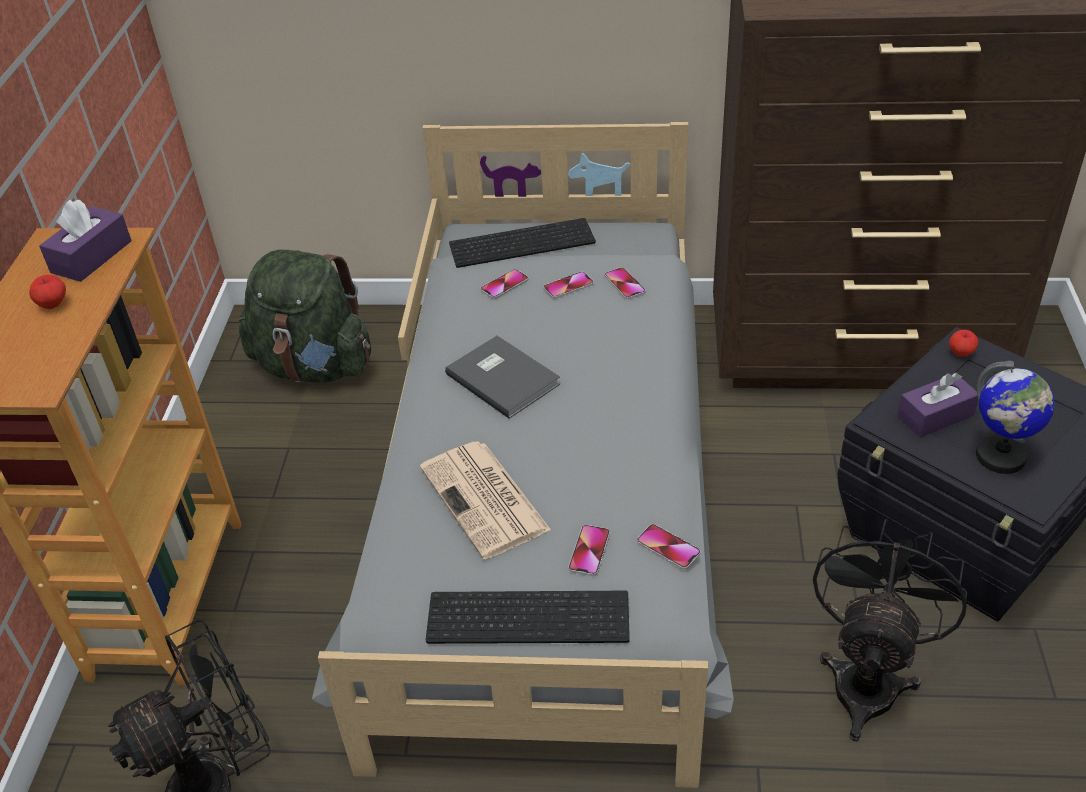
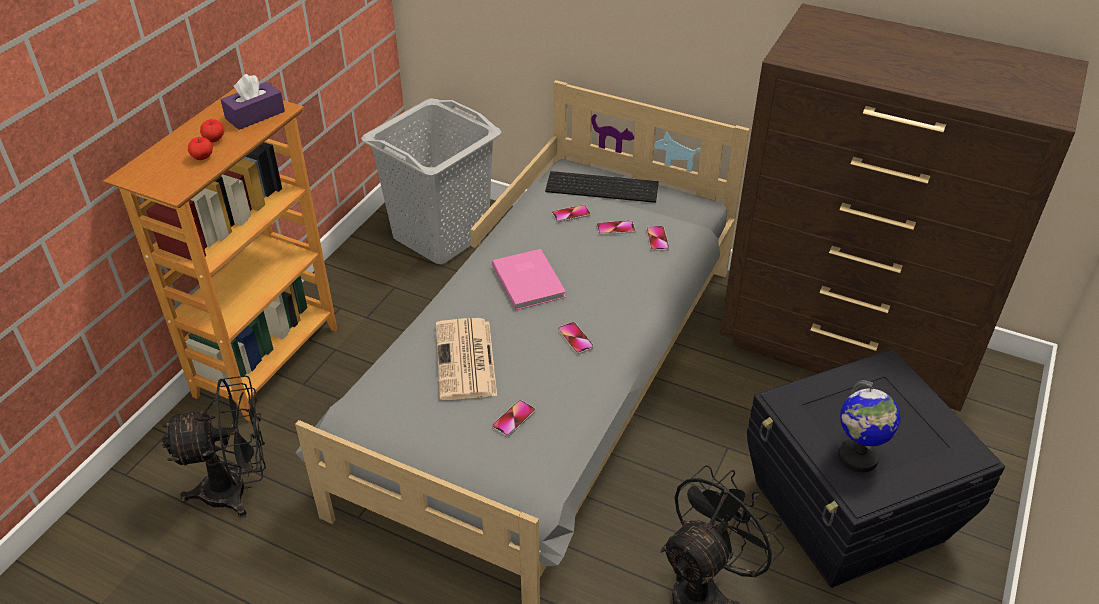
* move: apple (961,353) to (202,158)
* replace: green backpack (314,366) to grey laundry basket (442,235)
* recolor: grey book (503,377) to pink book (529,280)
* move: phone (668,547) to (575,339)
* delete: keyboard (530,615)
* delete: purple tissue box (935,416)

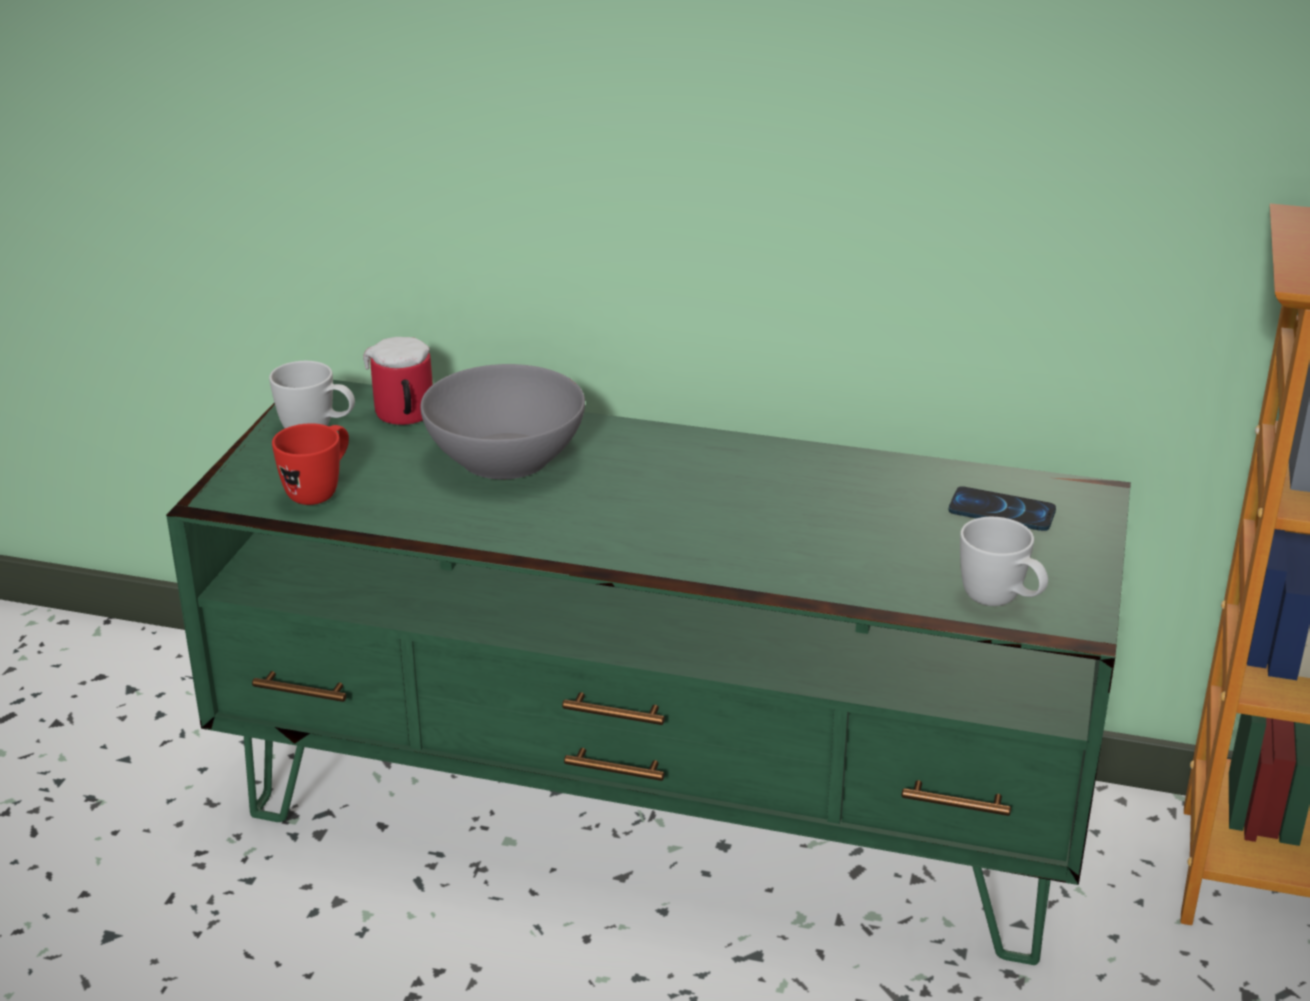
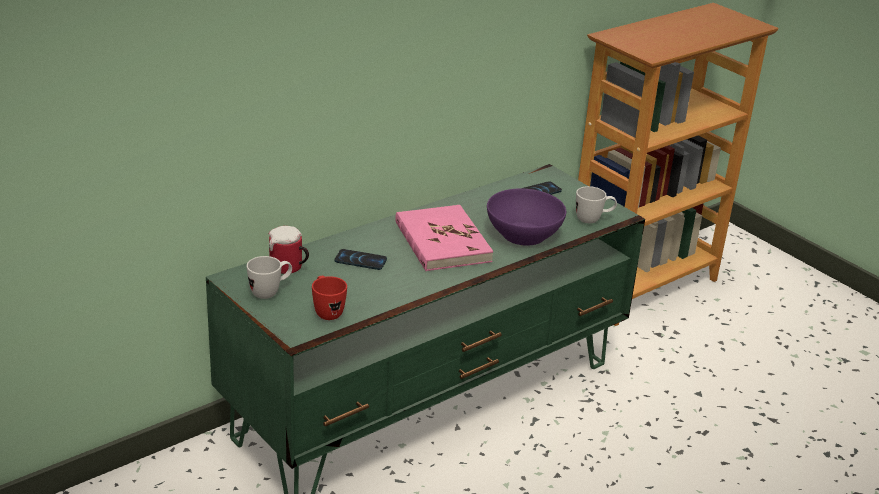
* replace: grey bowl (506,456) to phone (360,260)
* insert: pink book (442,242)
* insert: purple bowl (523,234)

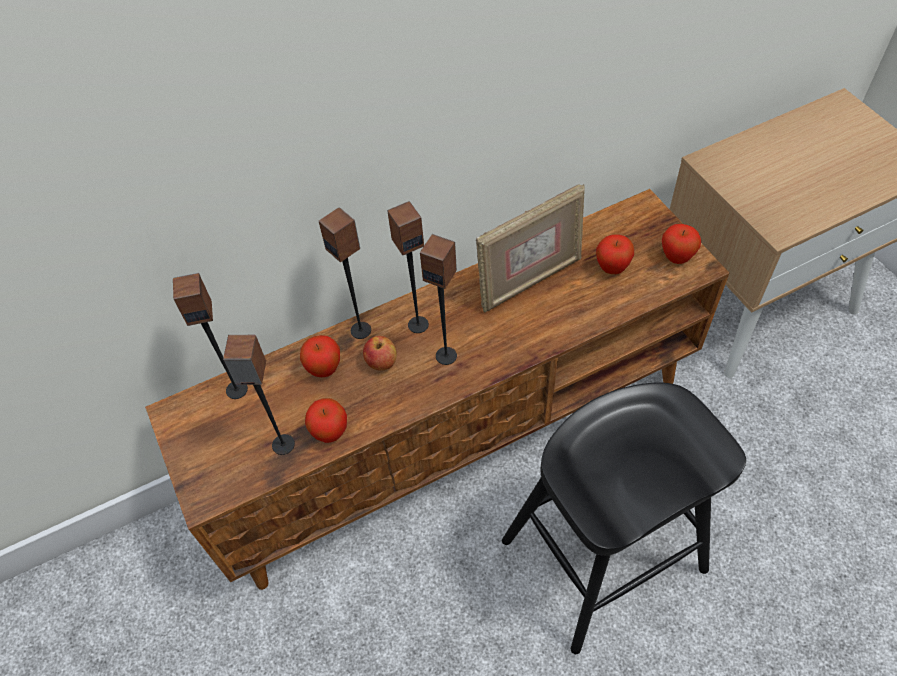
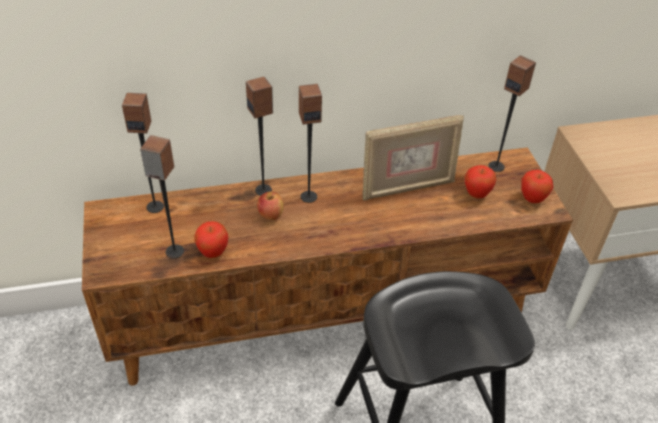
* move: speaker (446,355) to (496,166)
* delete: apple (324,369)

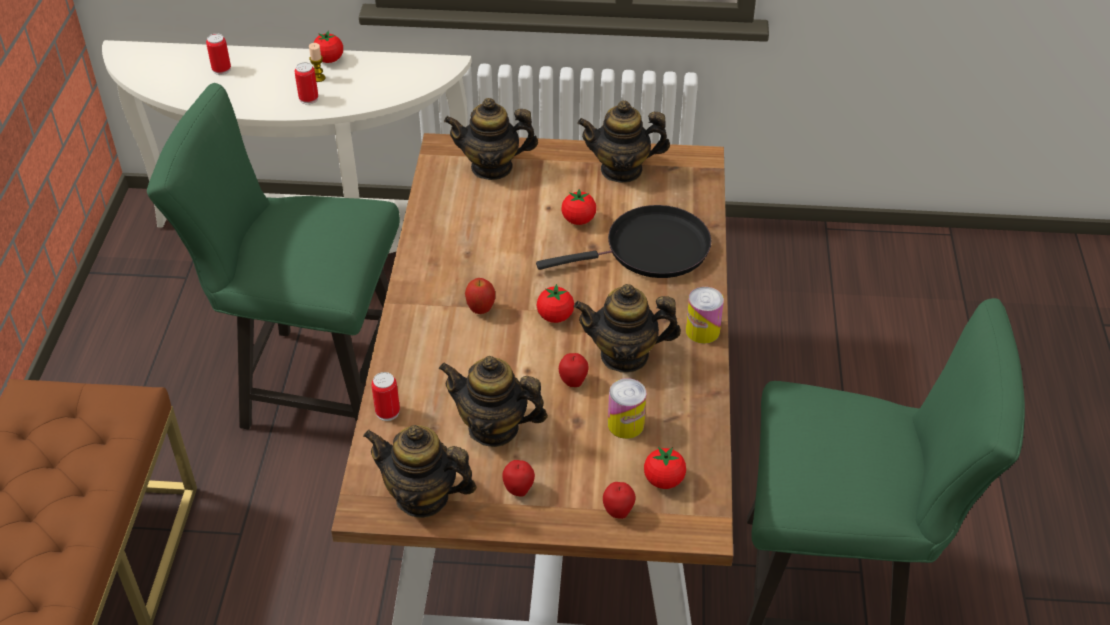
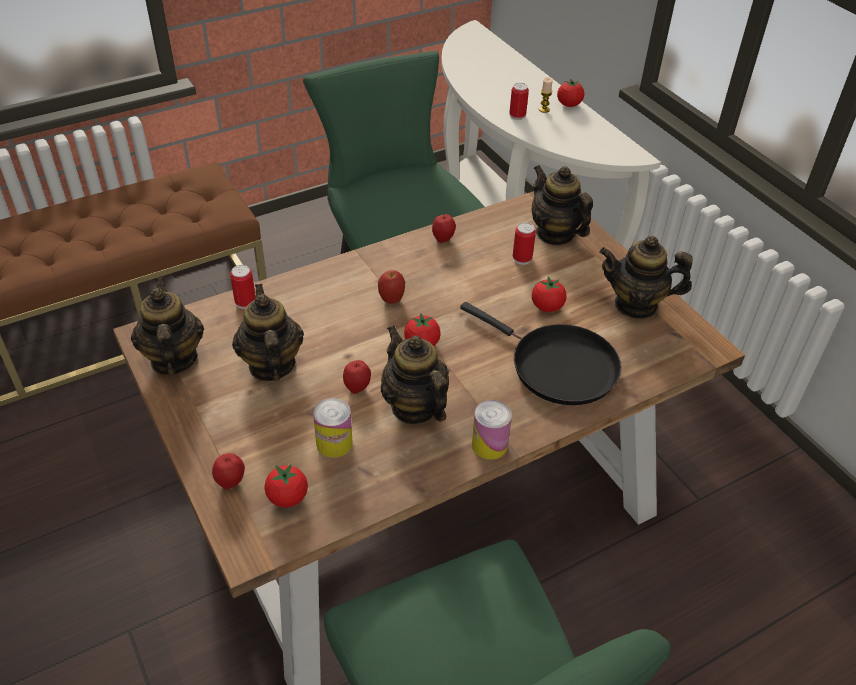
* move: apple (518,489) to (443,239)
* move: can (221,69) to (522,258)
* rotate: teapot (621,170) = (636,304) 45 degrees counterclockwise

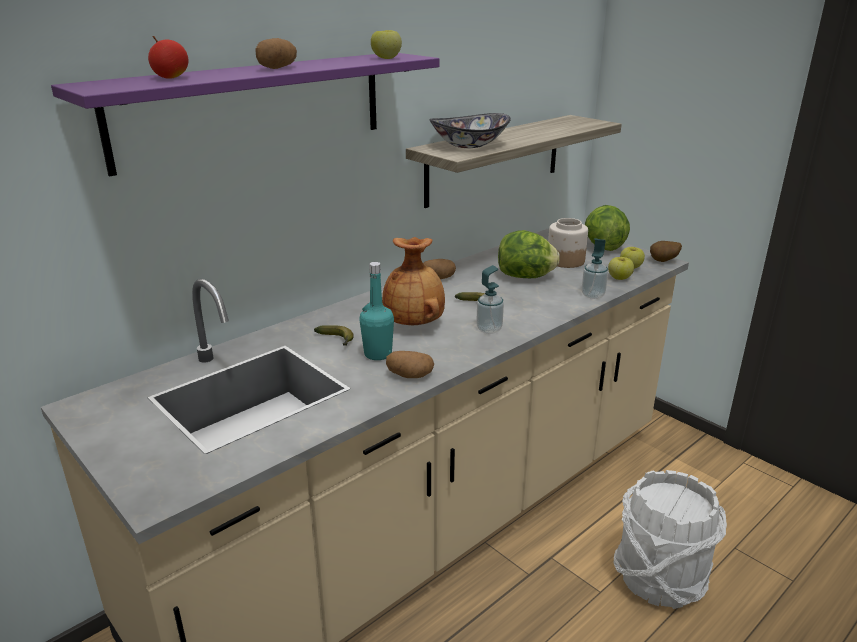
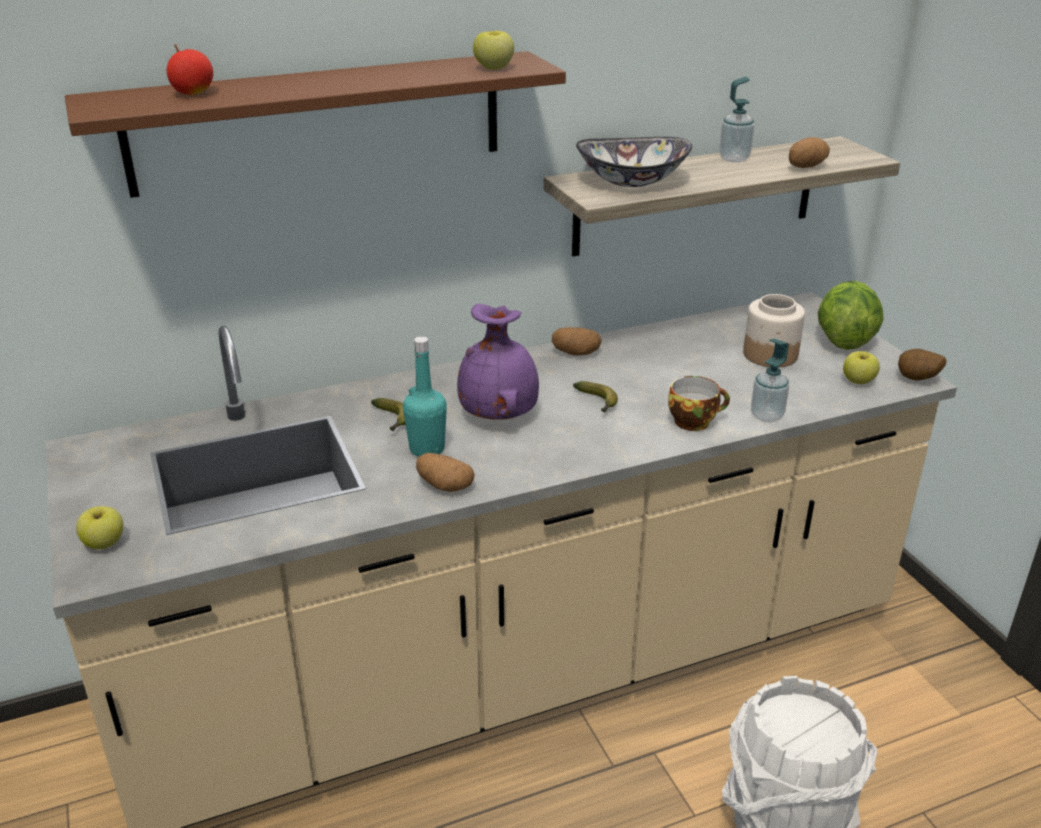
* recolor: purple shelf (254,108) to brown shelf (318,122)
* move: apple (619,278) to (104,543)
* recolor: brown vase (414,323) to purple vase (500,415)
* insert: cup (694,421)
* move: soap dispenser (489,329) to (734,158)
* move: potato (277,68) to (805,166)
* delete: lettuce (525,277)

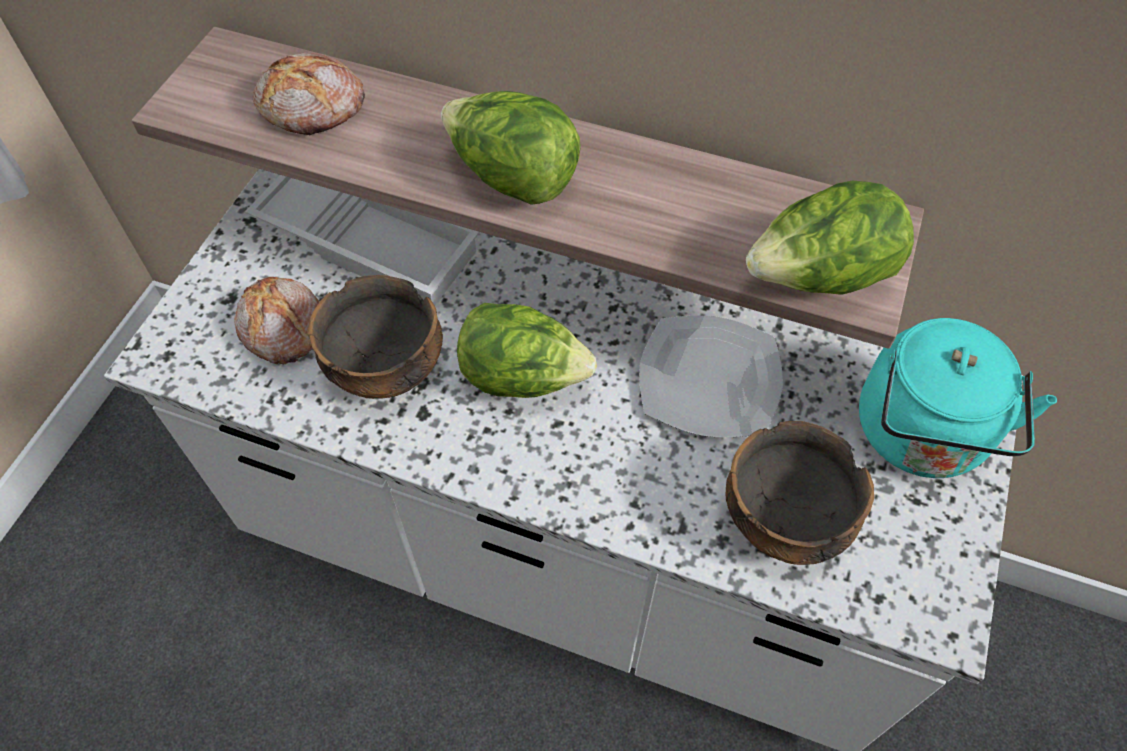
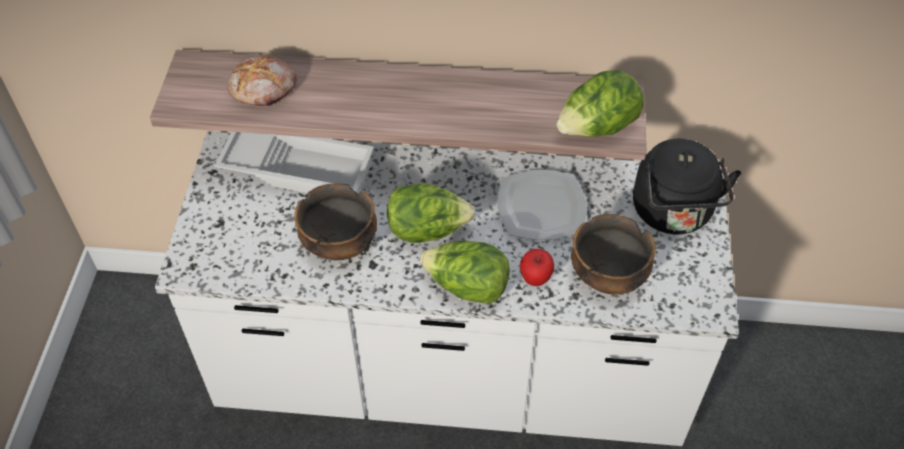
* move: lettuce (512,179) to (467,287)
* insert: apple (535,279)
* recolor: turquoise kettle (922,438) to black kettle (673,214)
* delete: bread (282,329)

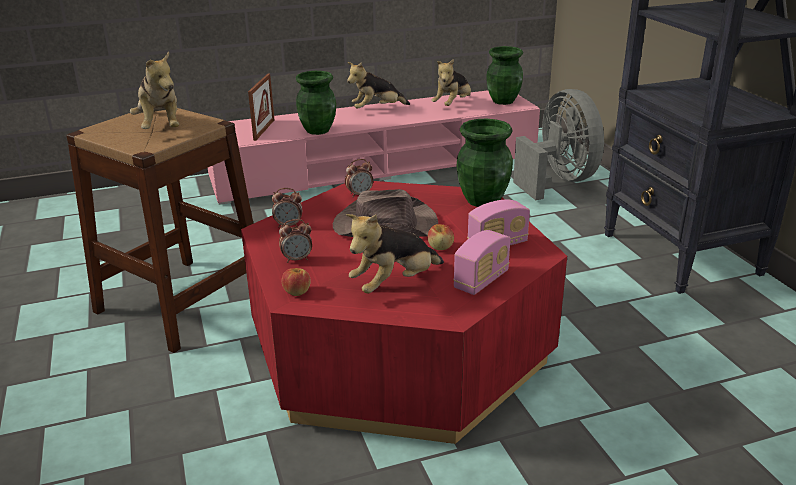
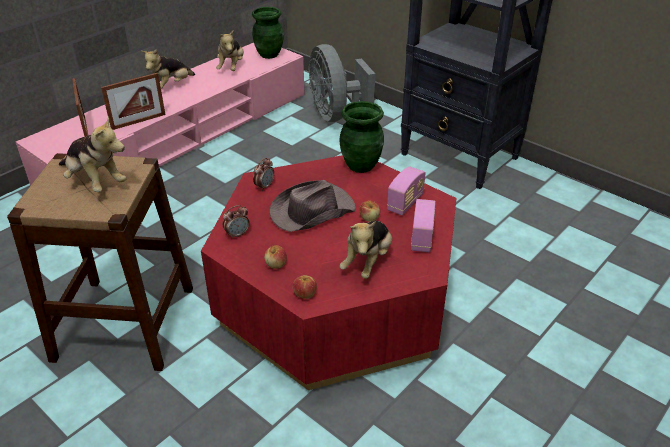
* replace: green vase (318,130) to picture frame (138,121)
* replace: alarm clock (297,259) to apple (276,264)
* rotate: grey fan (558,181) = (336,114) 150 degrees counterclockwise

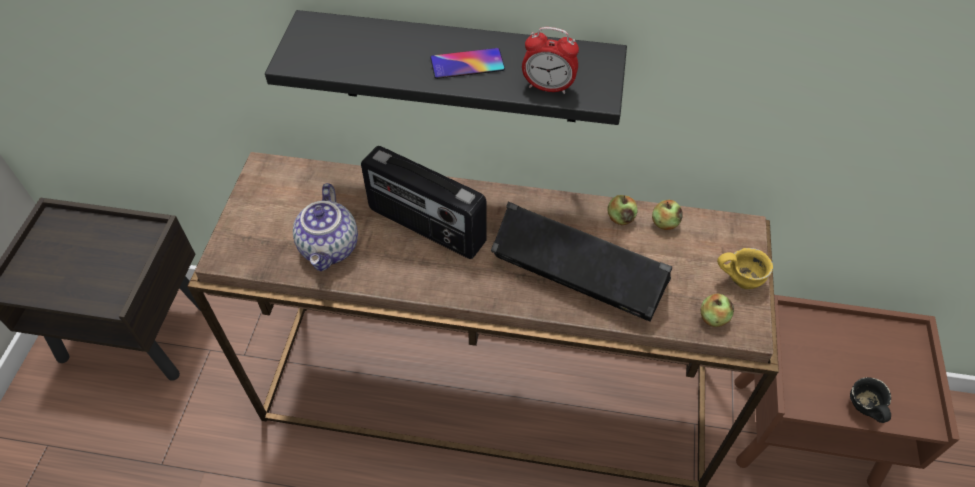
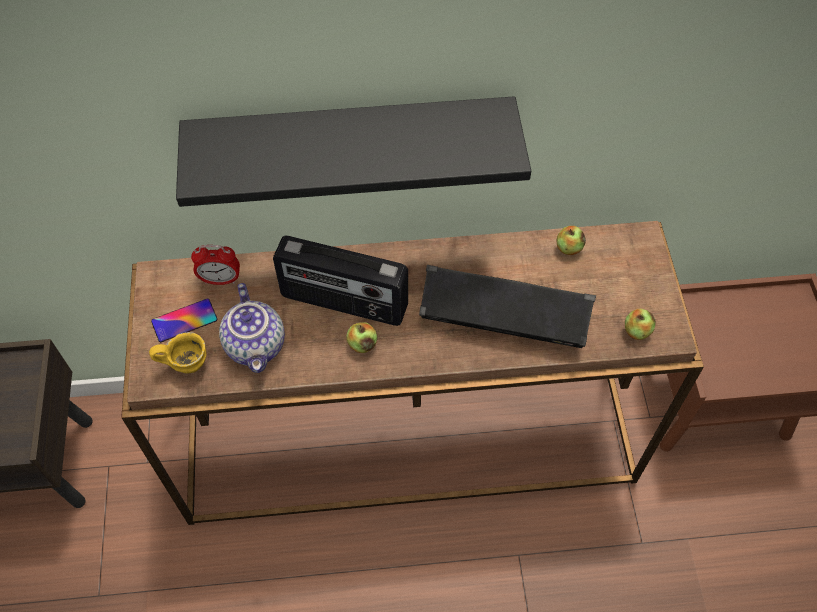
* move: yellow mug (739,279) to (186,363)
* move: phone (467,64) to (184,320)
* move: alarm clock (548,87) to (220,280)
* move: apple (620,218) to (362,344)
* delete: black mug (861,409)

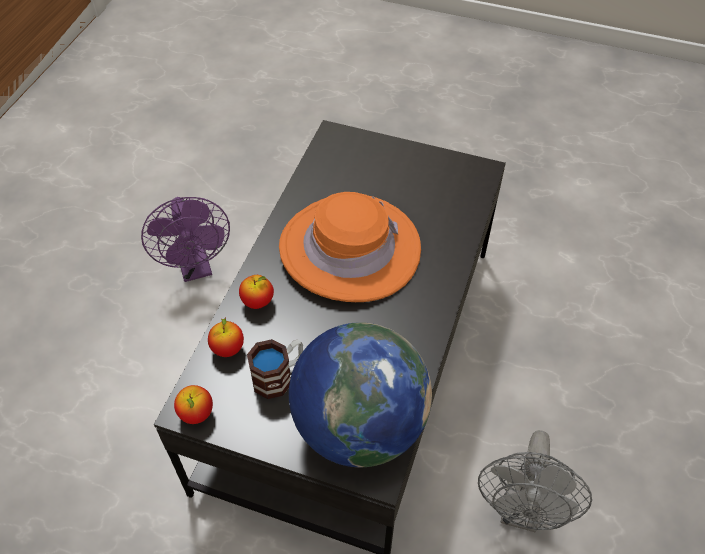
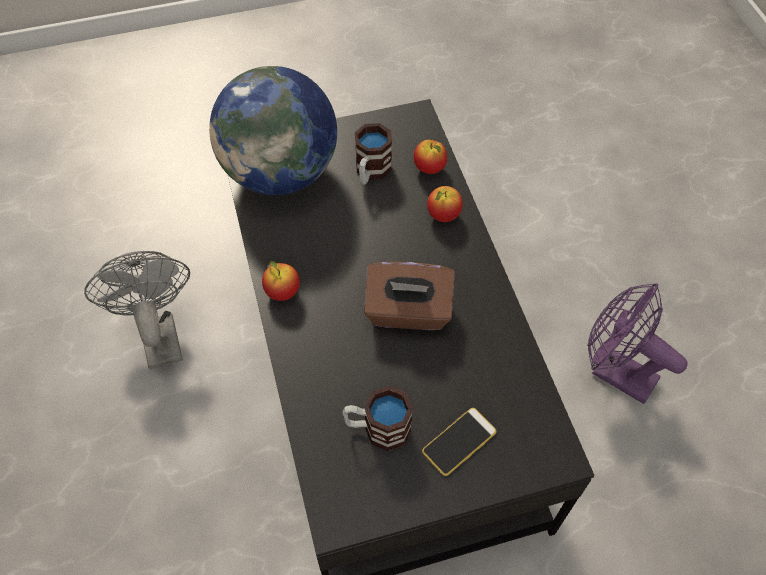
* move: apple (196,414) to (282,292)
* insert: mug (377,428)
* replace: orange hat (349,249) to brown tissue box (408,312)
* insert: phone (459,441)

